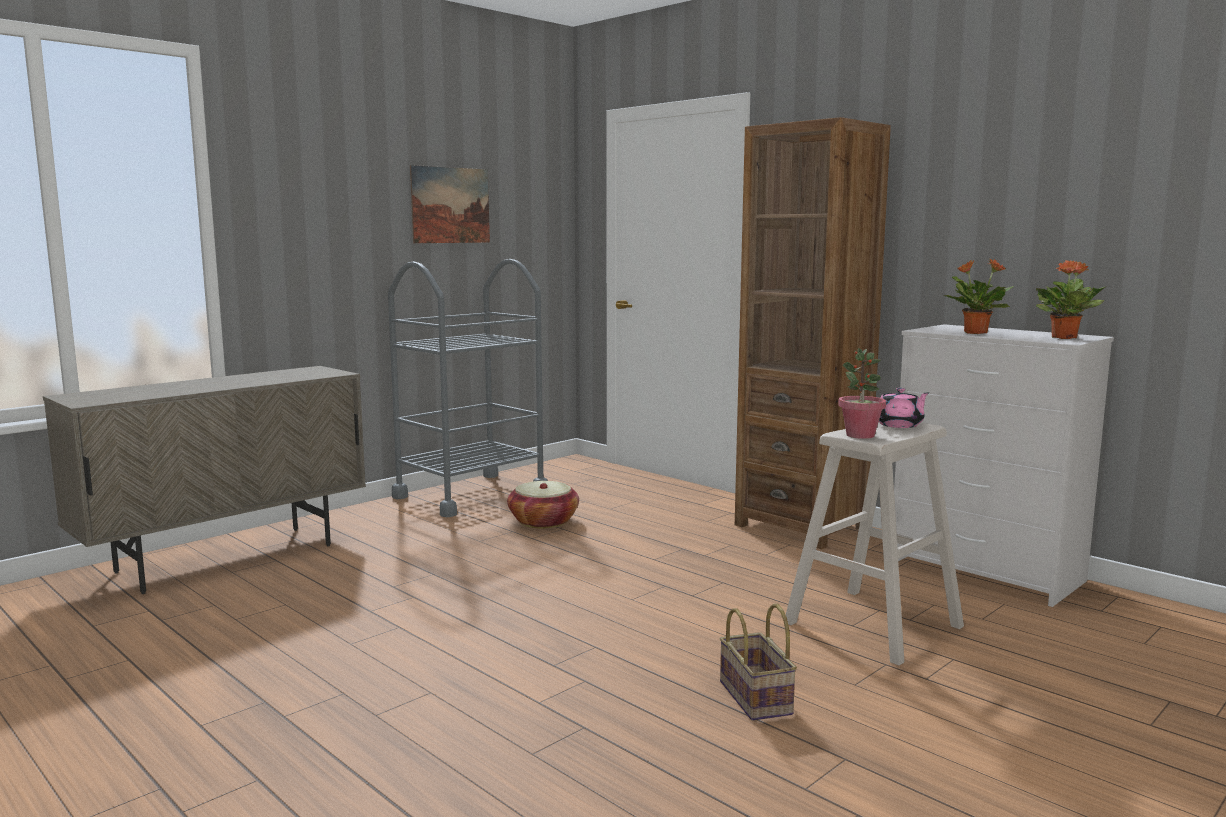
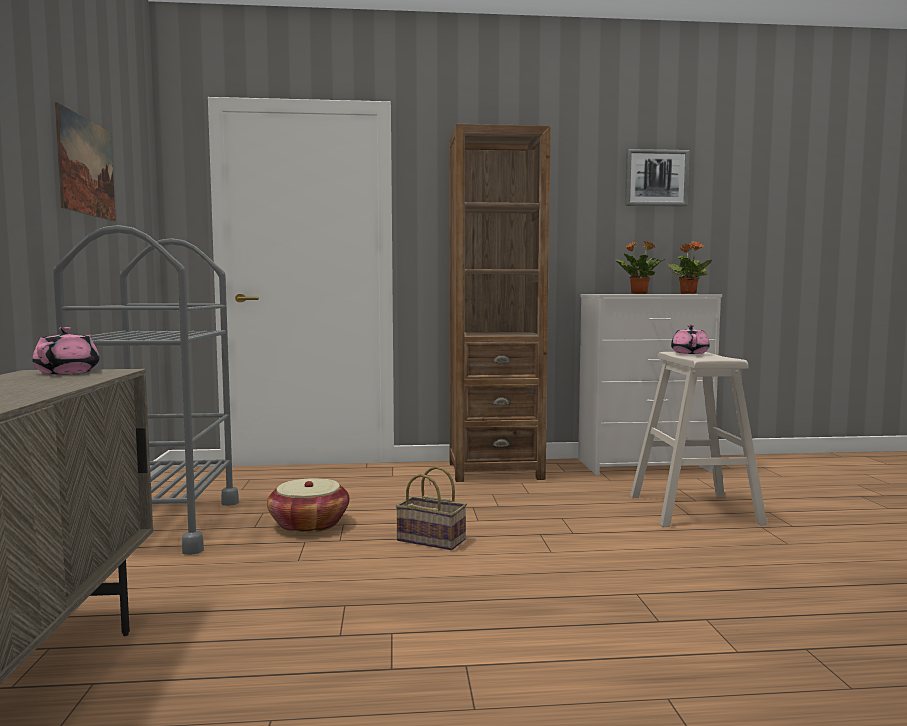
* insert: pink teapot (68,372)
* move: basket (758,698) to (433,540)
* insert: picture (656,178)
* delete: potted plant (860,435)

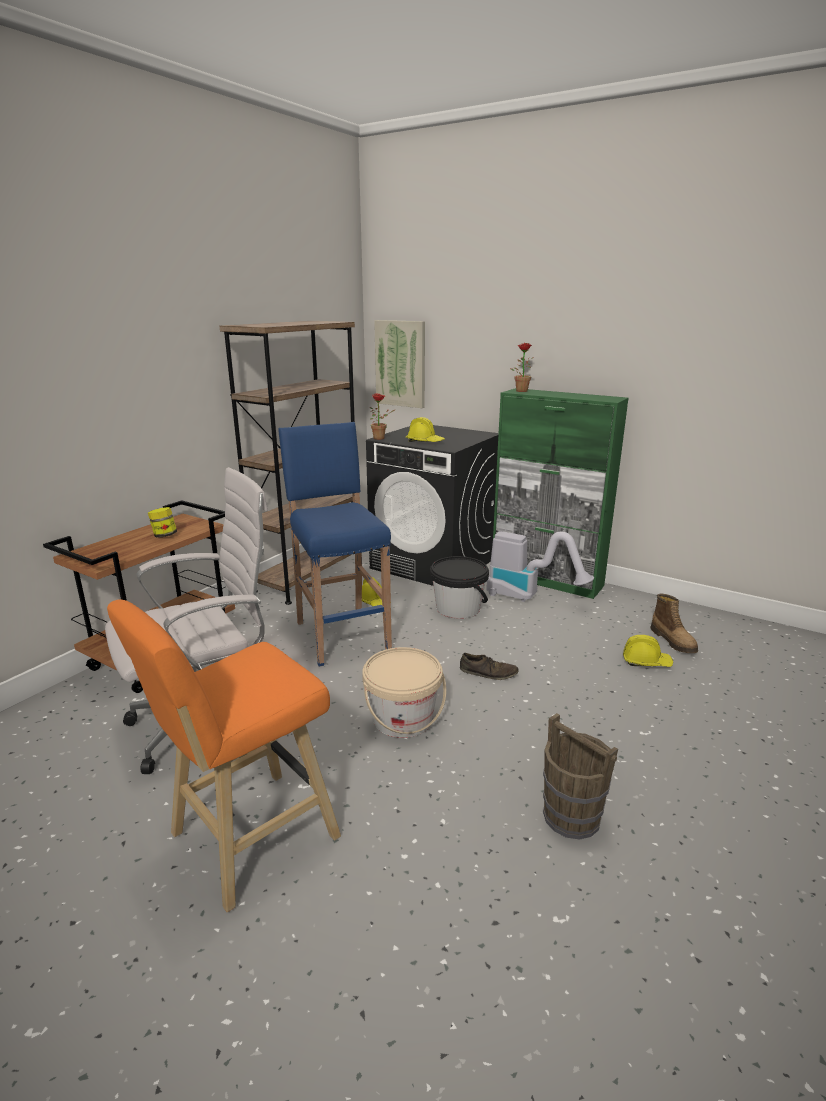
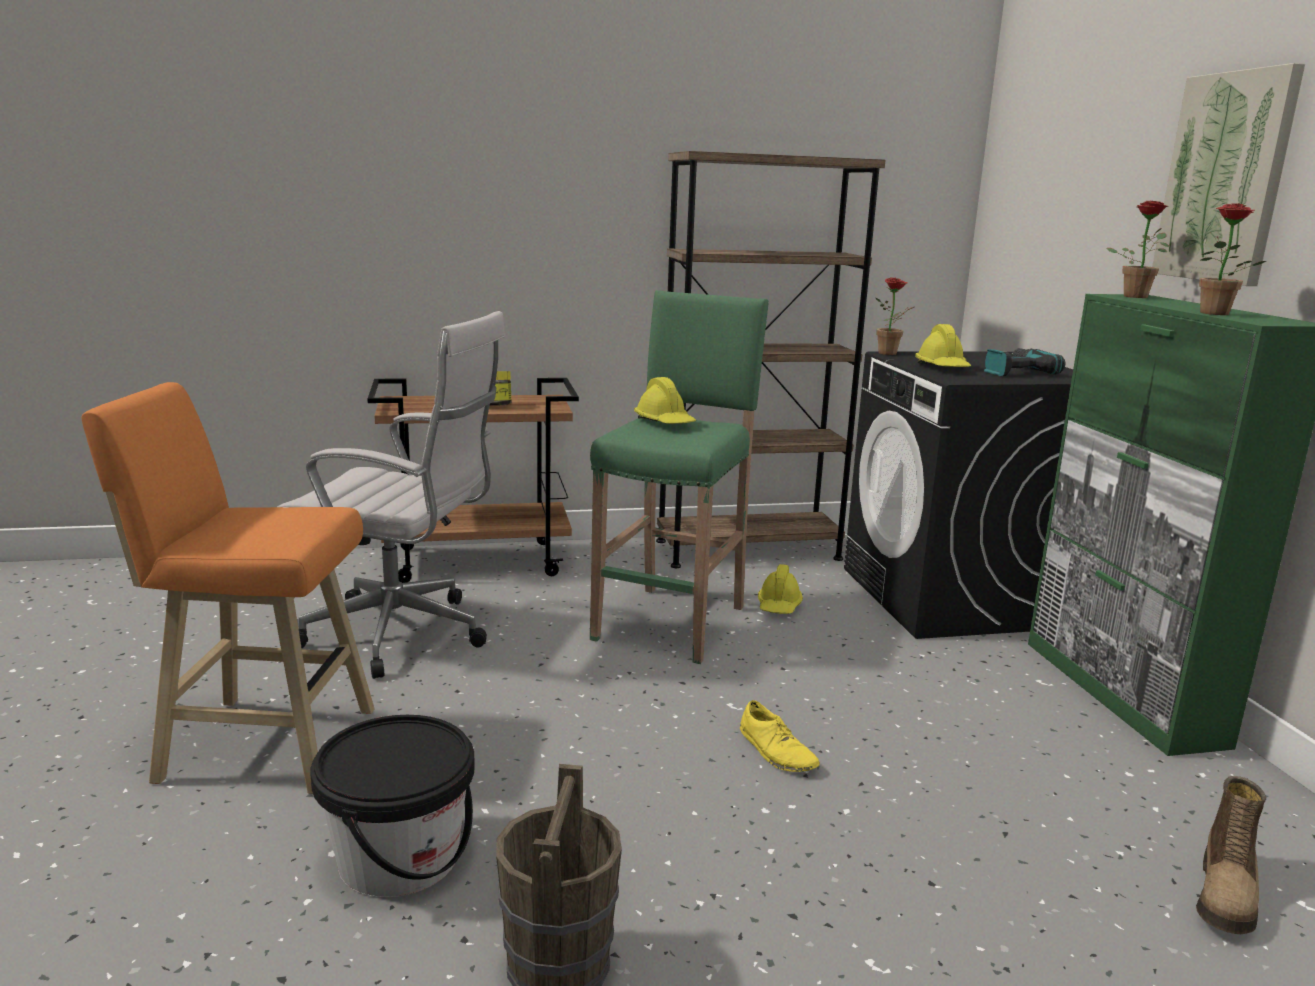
* move: black bucket (458,608) to (399,858)
* recolor: blue stool (341,634) to green stool (672,621)
* move: yellow hard hat (646,662) to (665,422)
* recolor: brown shoe (488,672) to yellow shoe (777,751)
* insert: power drill (1015,372)
* move: picture (401,363) to (1226,178)
* insert: potted plant (1215,314)
* delete: beige bucket (403,719)
* delete: vacuum cleaner (529,597)

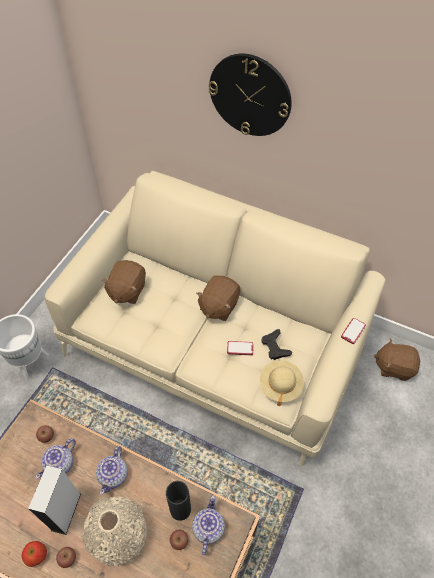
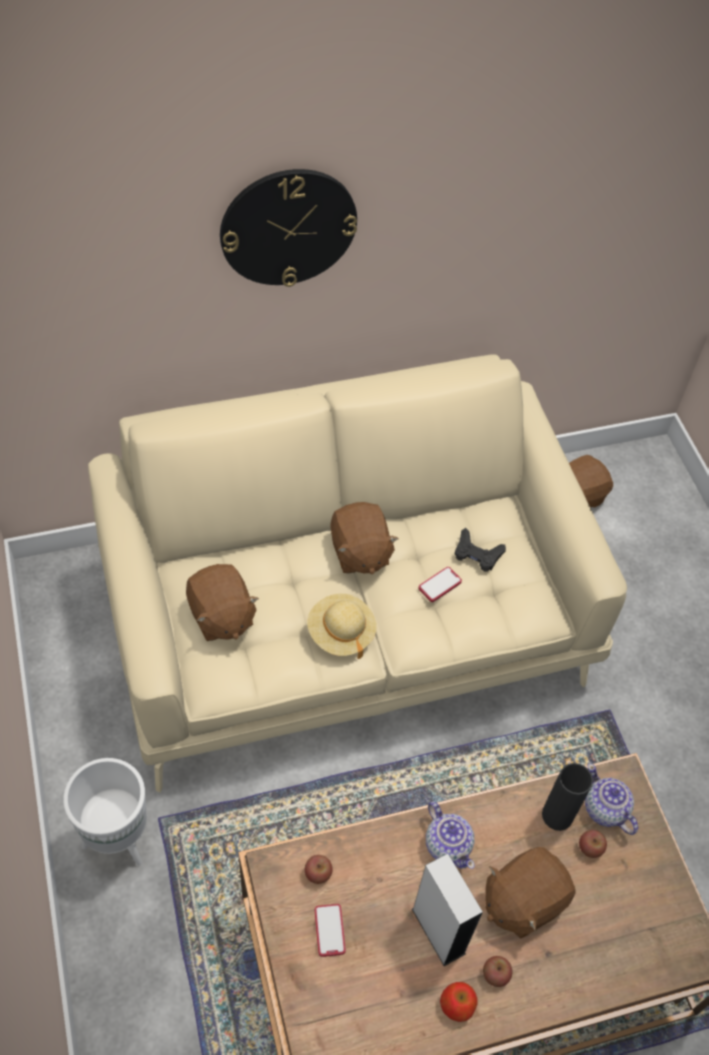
* move: beige hat (280,385) to (341,633)
* move: phone (353,331) to (329,930)
* replace: beige vase (118,535) to brown plush toy (522,900)
* delete: teapot (60,464)

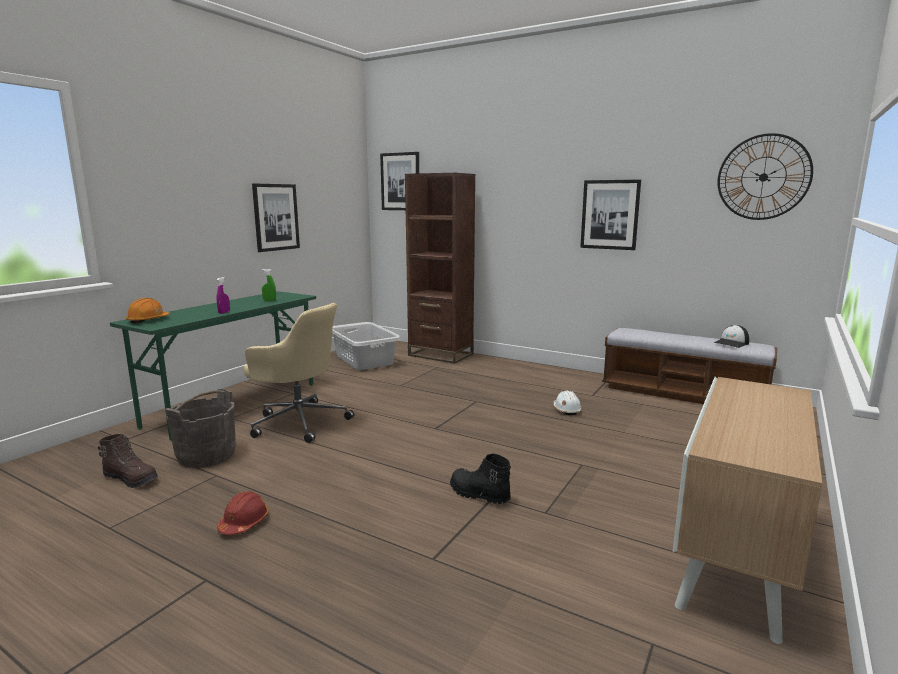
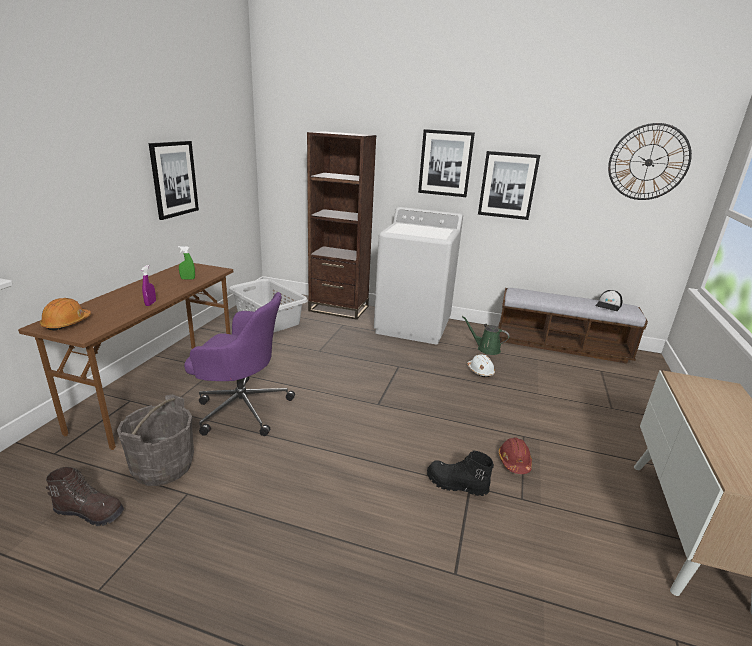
* recolor: green desk (234,404) to brown desk (160,389)
* recolor: beige office chair (299,421) to purple office chair (241,408)
* insert: white washing machine (413,326)
* move: picture (400,181) to (445,163)
* insert: green watering can (486,349)
* move: red hard hat (244,523) to (514,461)

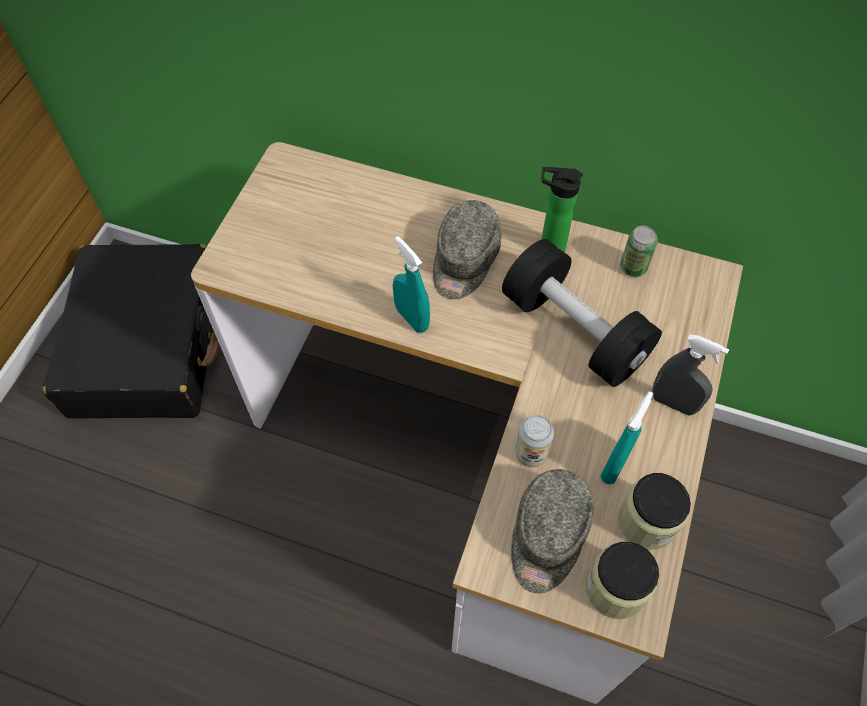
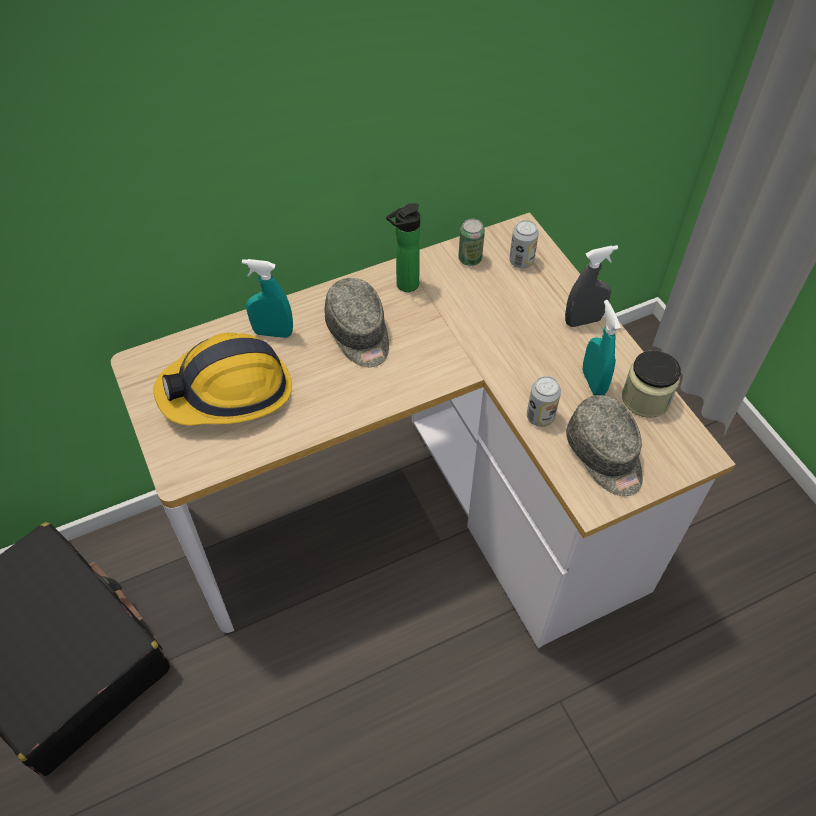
* insert: hard hat (228,392)
* move: turquoise spray bottle (411,318) to (273,333)
* insert: can (521,261)
* delete: black dumbbell (574,331)
* delete: jar (615,588)

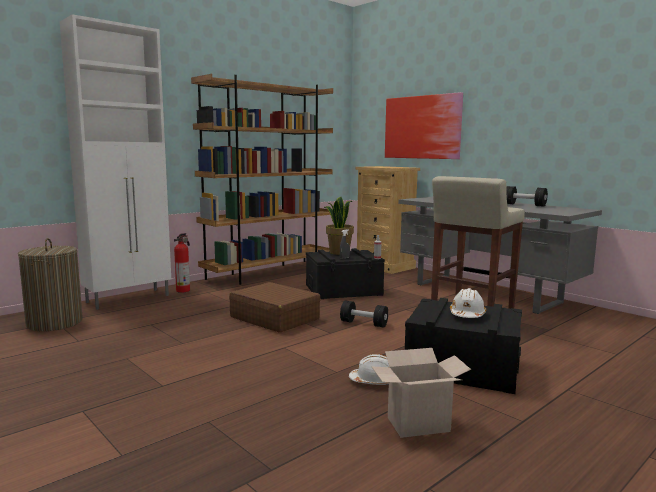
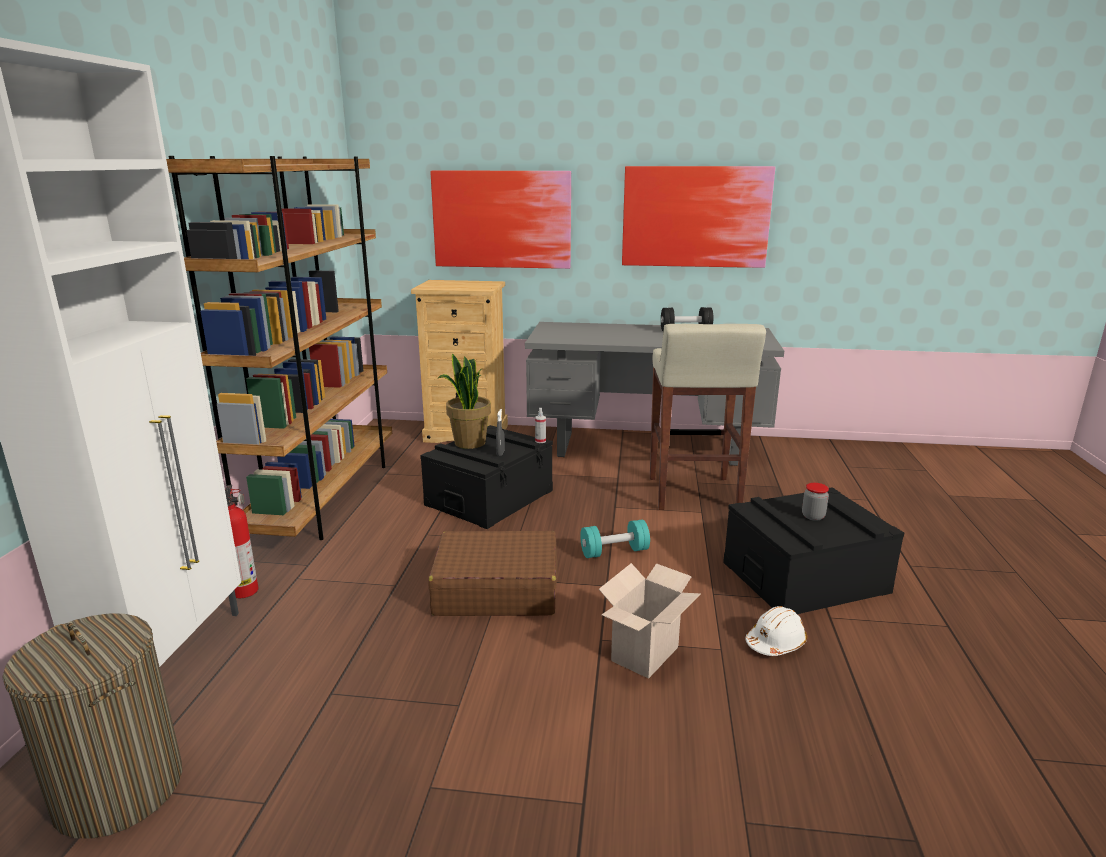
* recolor: black dumbbell (364,323) to turquoise dumbbell (614,552)
* move: cardboard box (417,426) to (645,656)
* insert: picture (695,217)
* replace: white hard hat (467,315) to jar (813,516)

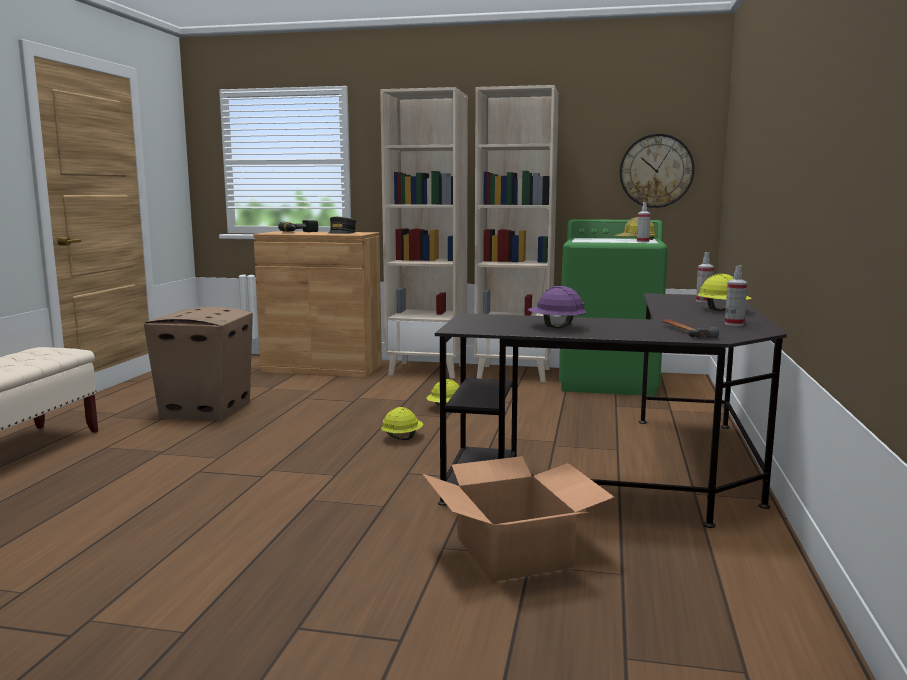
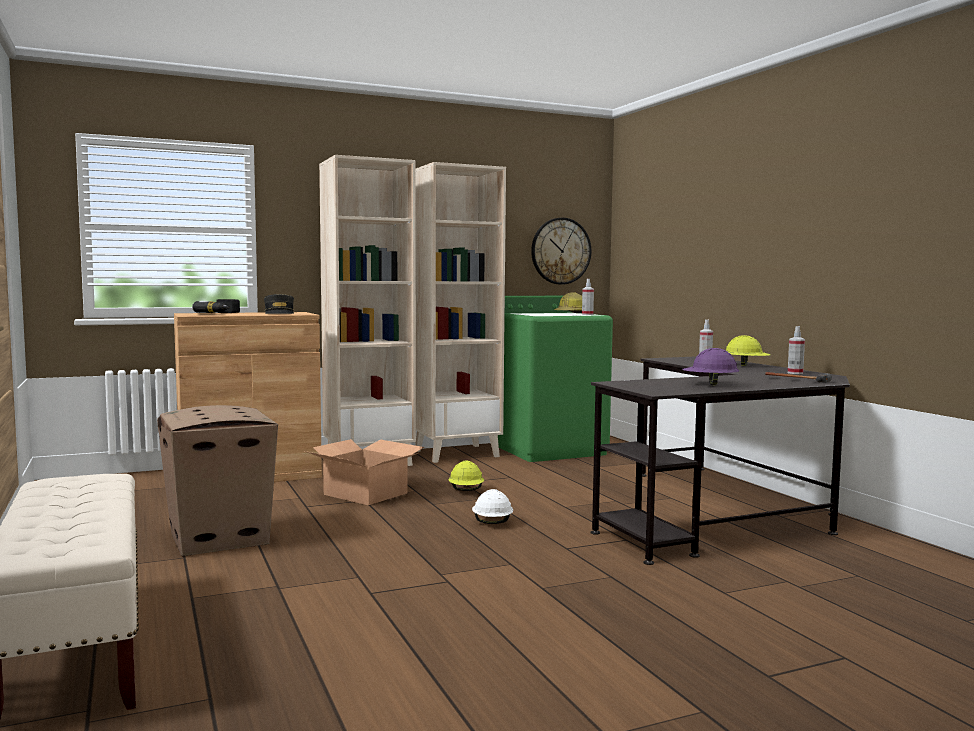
* move: cardboard box (514,551) to (366,493)
* recolor: yellow hard hat (402,438) to white hard hat (492,522)

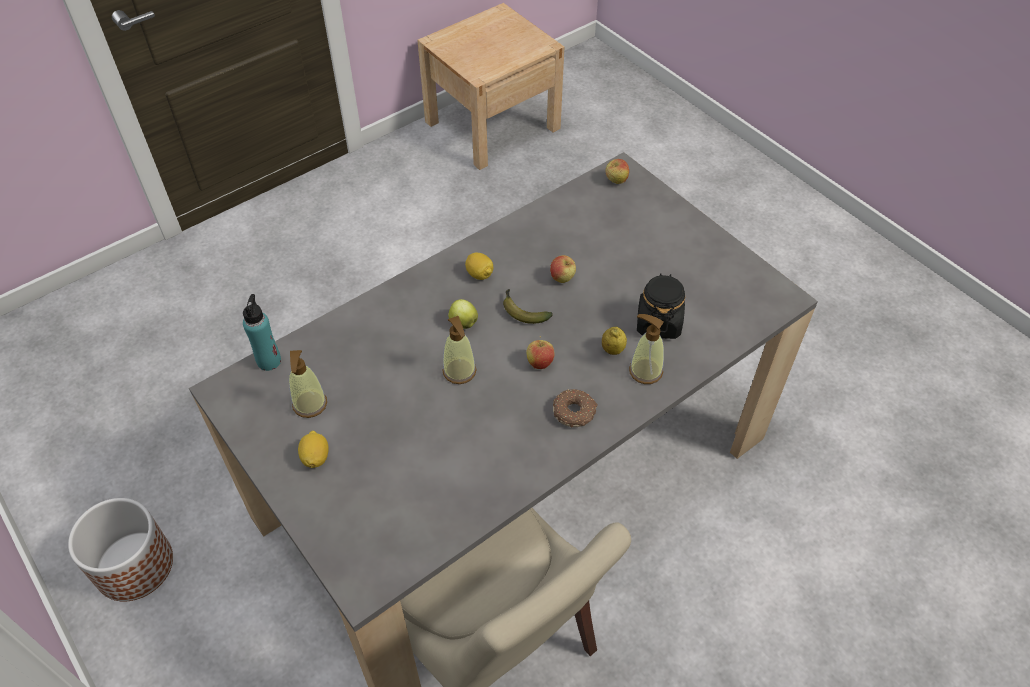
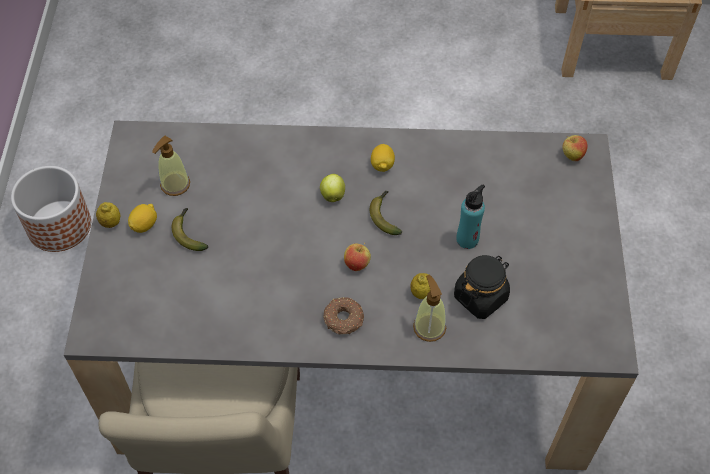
* insert: lemon (111,222)
* insert: banana (189,233)
* move: turquoise bottle (269,361) to (467,239)
* delete: soap dispenser (459,371)
* delete: apple (562,279)

